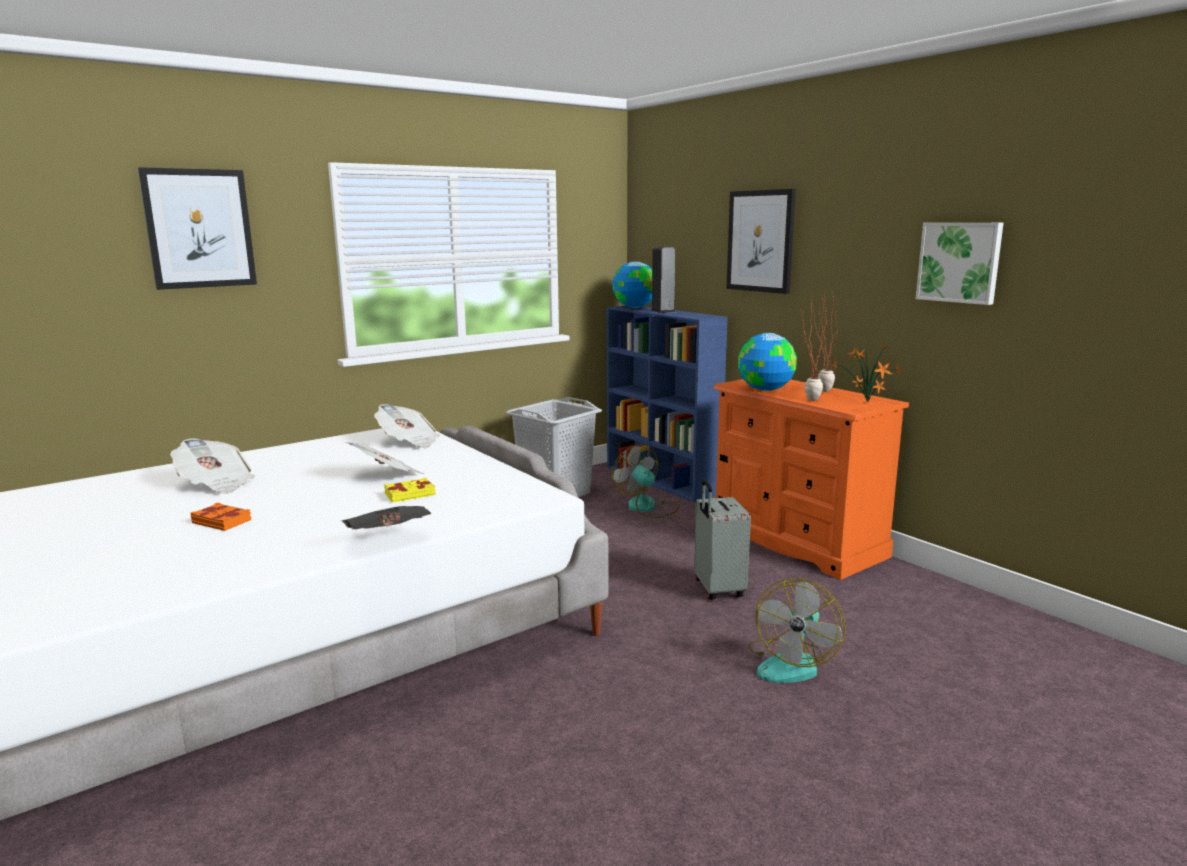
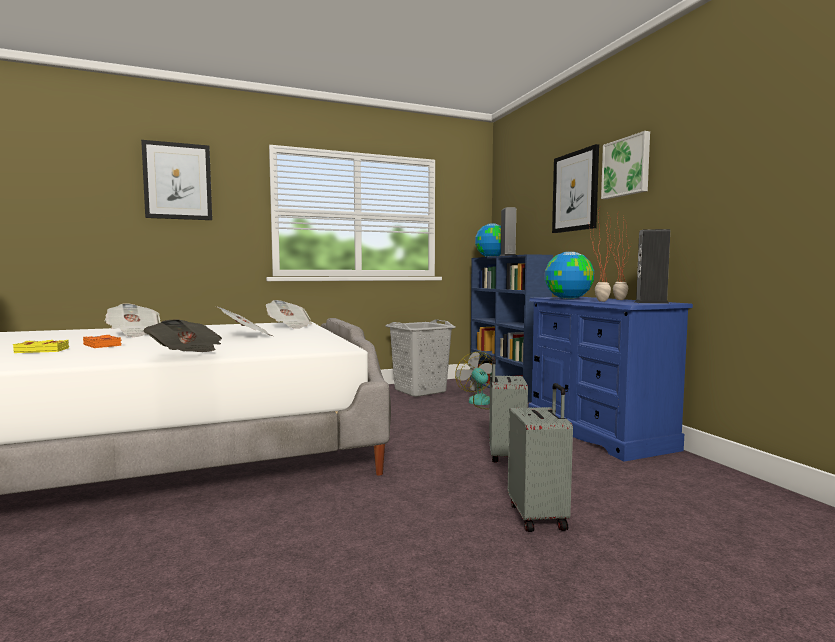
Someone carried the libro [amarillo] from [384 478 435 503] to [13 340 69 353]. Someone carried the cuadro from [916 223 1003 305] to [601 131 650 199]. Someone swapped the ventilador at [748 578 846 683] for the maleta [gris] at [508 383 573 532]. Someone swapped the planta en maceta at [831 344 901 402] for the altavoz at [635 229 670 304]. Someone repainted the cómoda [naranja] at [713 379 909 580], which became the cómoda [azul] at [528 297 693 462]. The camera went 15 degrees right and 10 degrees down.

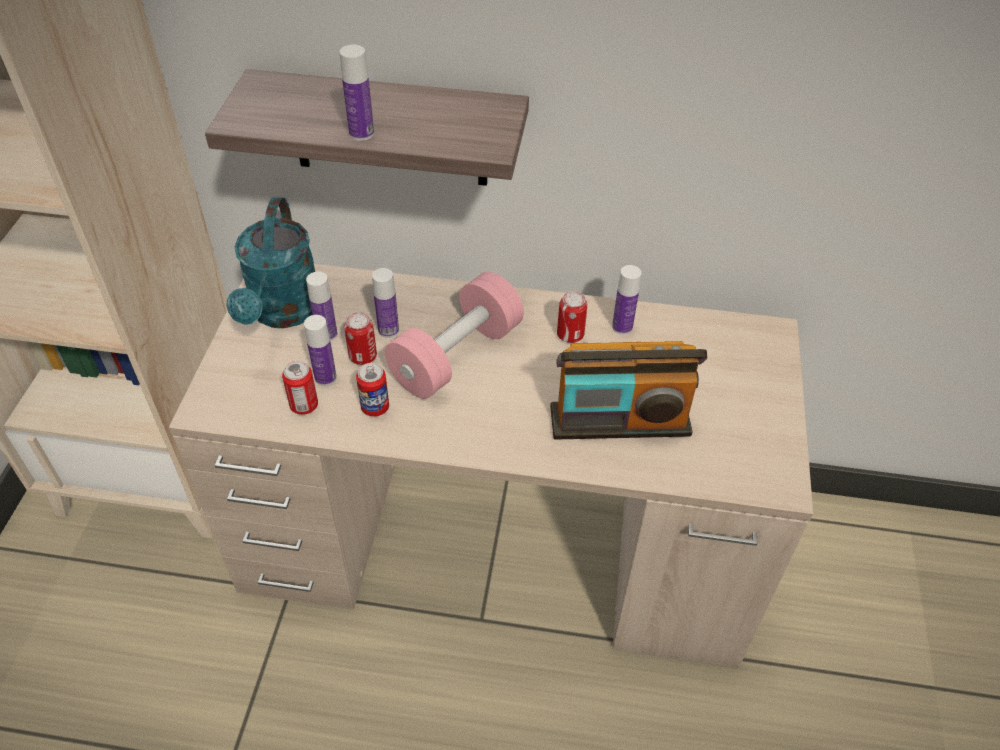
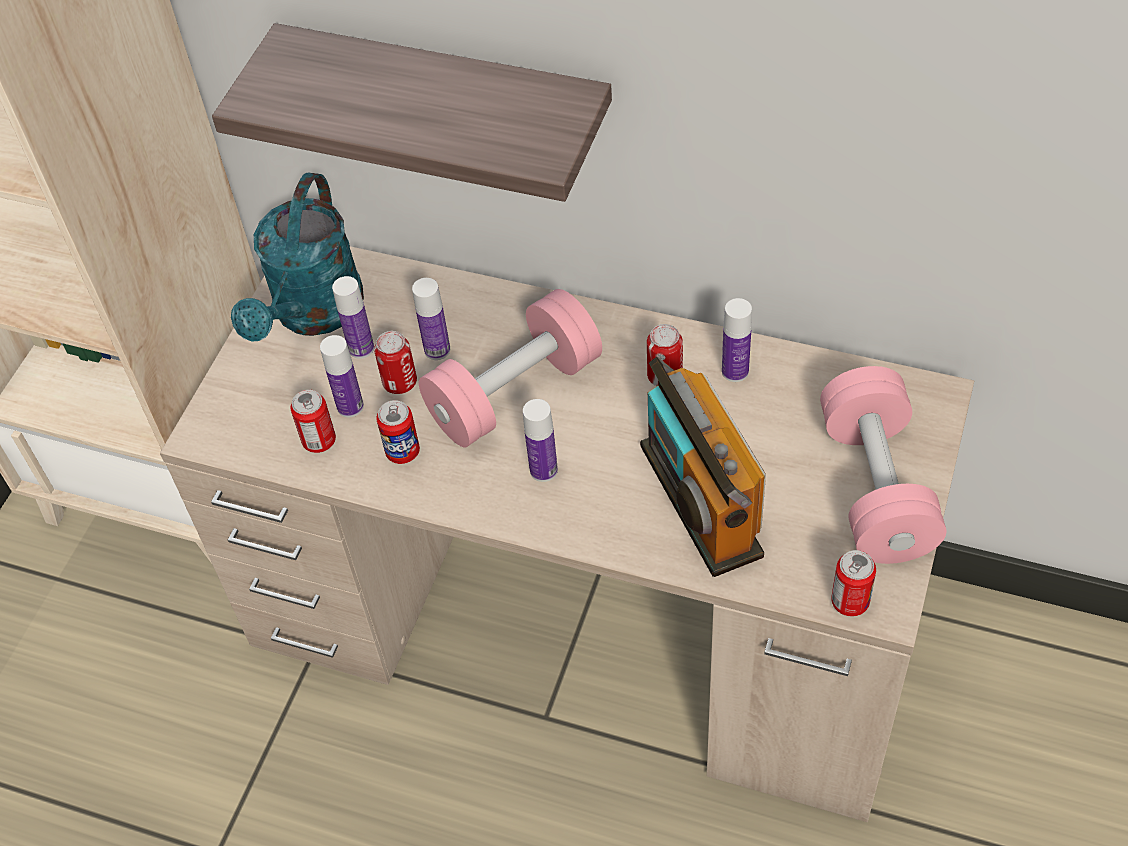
Someone put down the mancuerna [rosa] at [820 366 946 564]. Someone put down the lata at [831 550 876 616]. Someone carried the botella from [340 45 374 141] to [523 399 558 482]. Someone rotated the radio at [550 341 707 440] by 60 degrees clockwise. The camera went 15 degrees right and 5 degrees up.

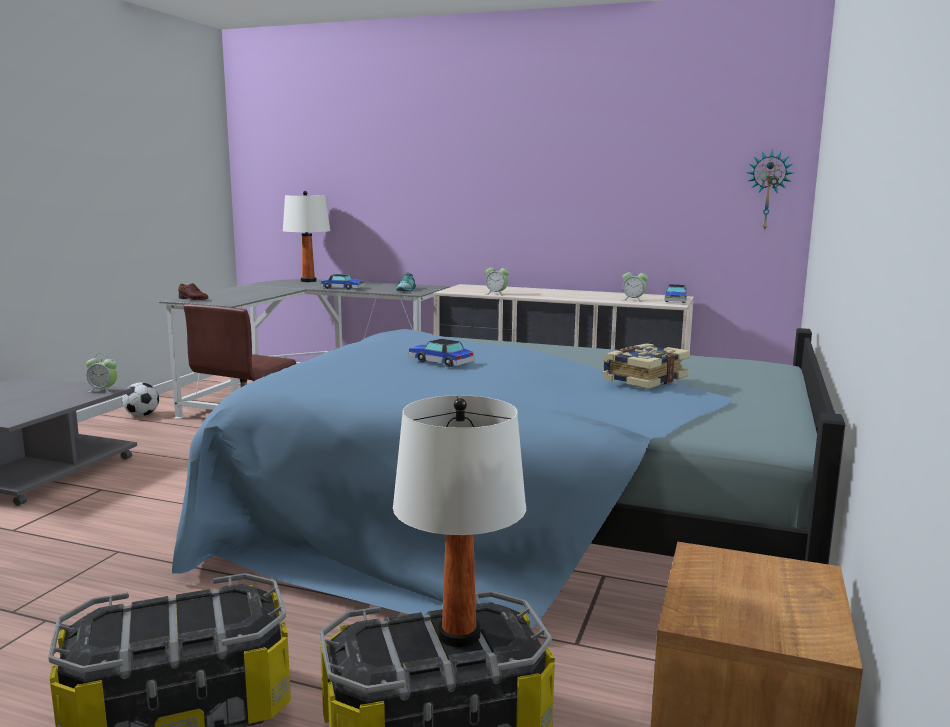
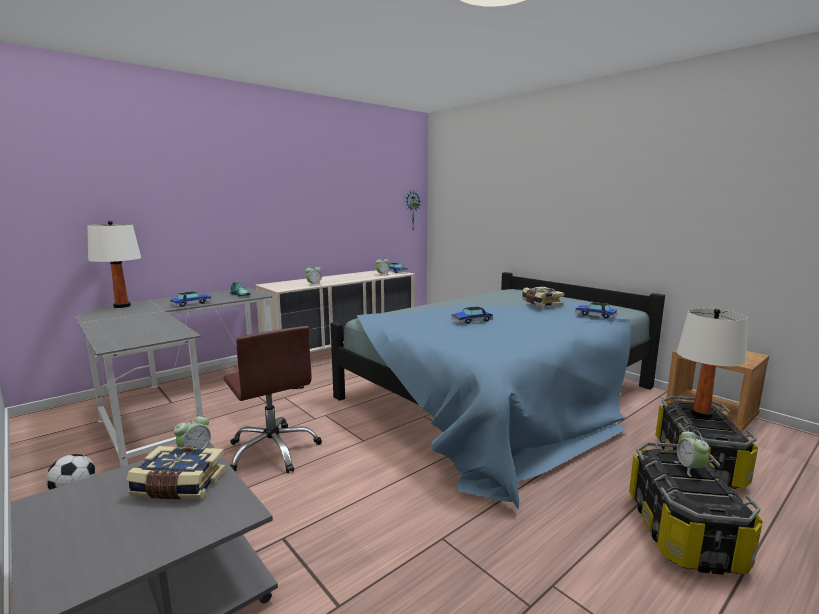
Someone took away the zapato [marrón] at [178 283 208 300]. Someone put down the libro at [126 446 226 500]. Someone put down the coche de juguete at [575 302 618 319]. Someone put down the despertador at [674 430 709 477]. The camera went 60 degrees left and 0 degrees up.

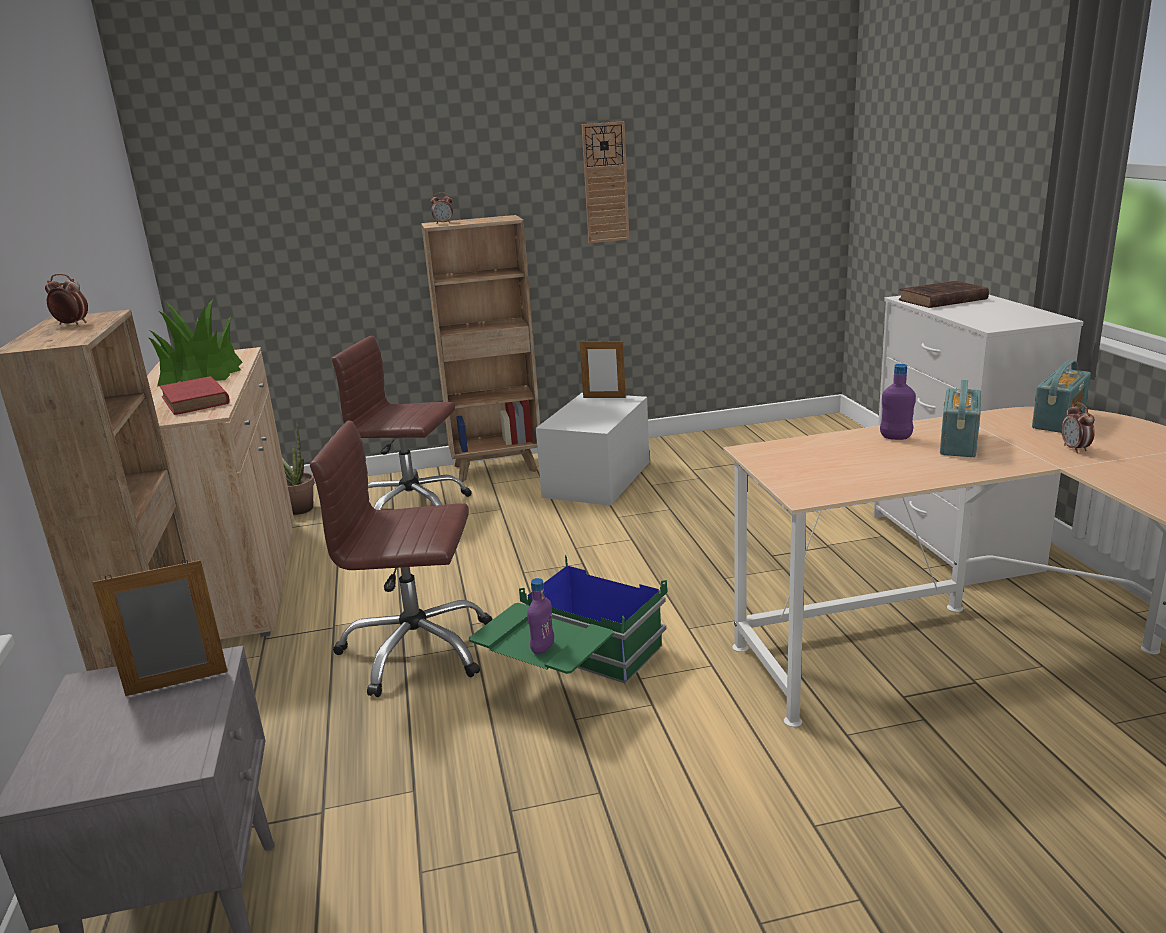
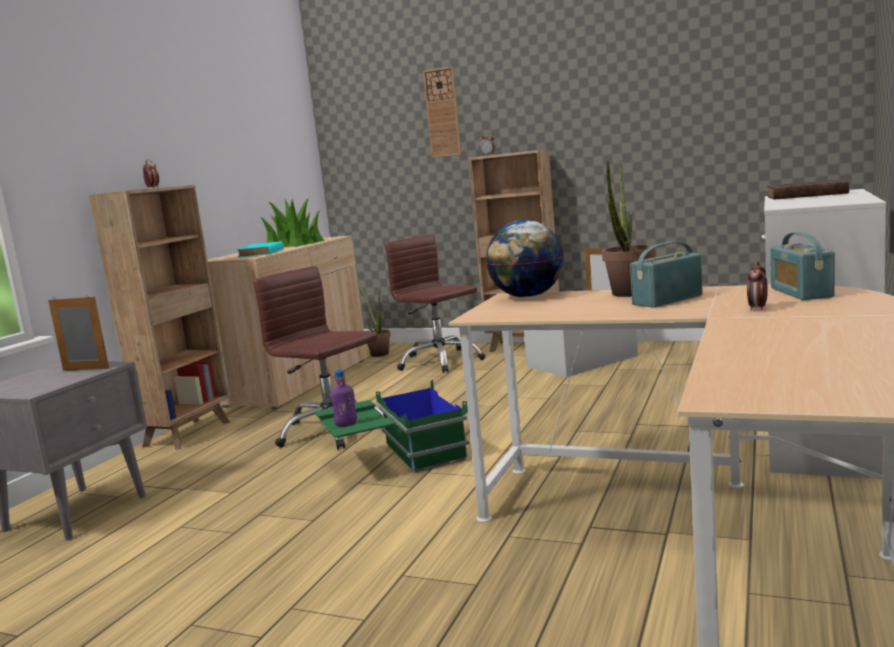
Someone put down the globo terráqueo at [486 220 564 298]. Someone carried the reloj de pared from [582 121 629 243] to [423 66 462 158]. Someone swapped the botella [morado] at [880 364 916 440] for the planta en maceta at [602 159 656 297]. Someone repainted the libro [rojo] at [160 376 230 415], which became the libro [turquesa] at [237 241 284 257]. Someone rotated the radio at [1032 360 1091 433] by 105 degrees clockwise. The camera went 35 degrees right and 10 degrees down.

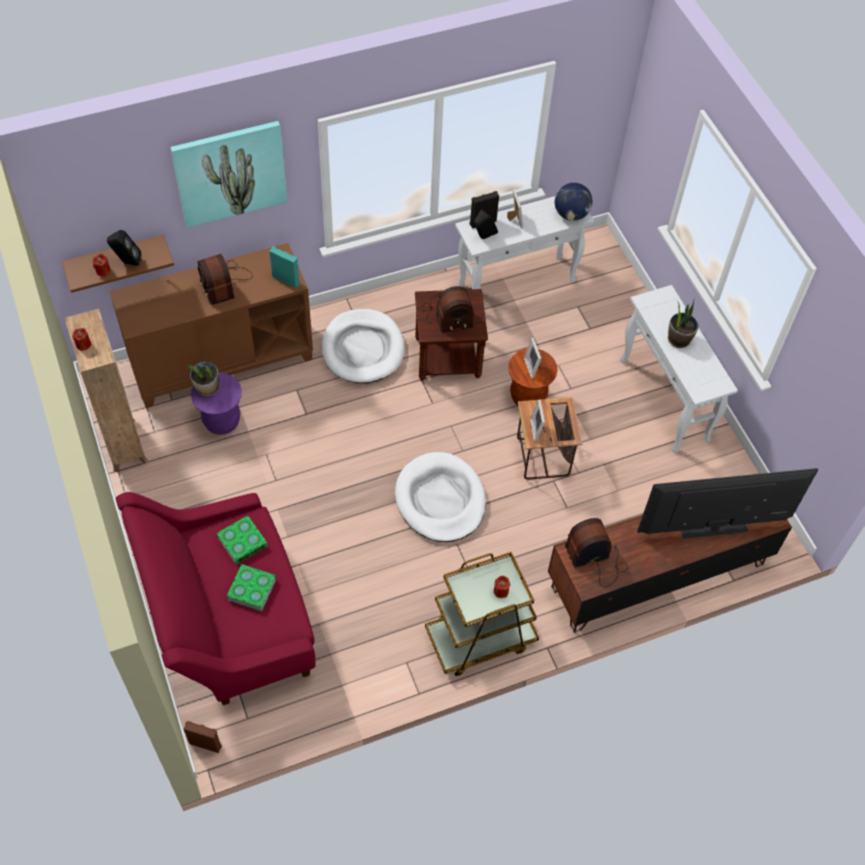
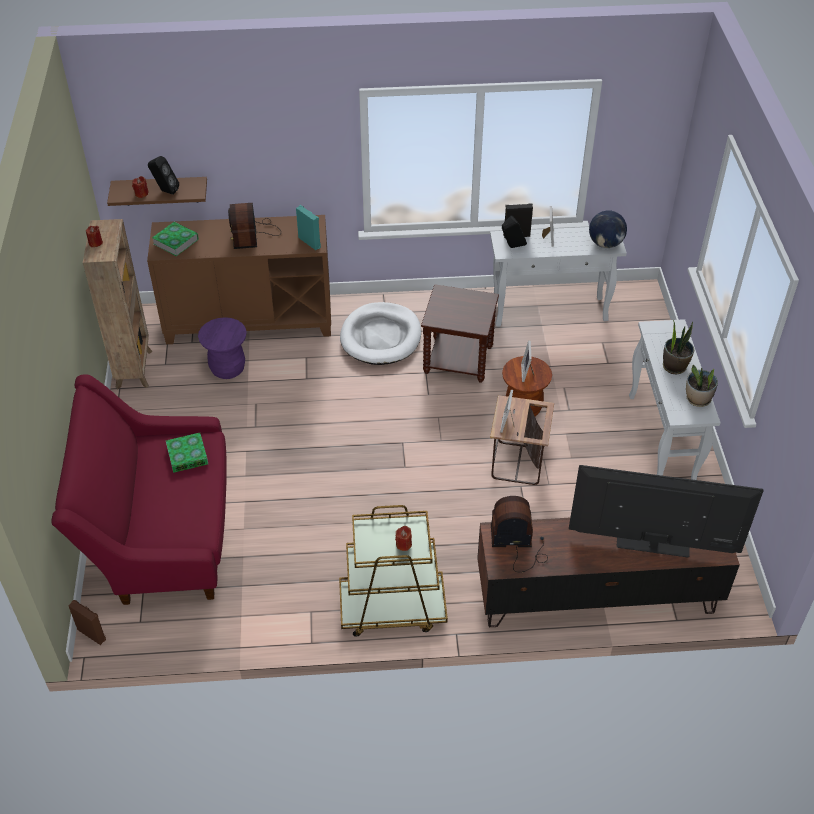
Someone took away the cuadro at [170 121 287 228]. Someone took away the cama para perro [blanco] at [395 452 486 542]. Someone took away the radio at [421 286 474 333]. Someone carried the planta en maceta from [188 362 220 396] to [686 365 718 407]. Someone carried the libro from [227 564 276 612] to [152 222 199 256]. The camera went 20 degrees right and 10 degrees down.

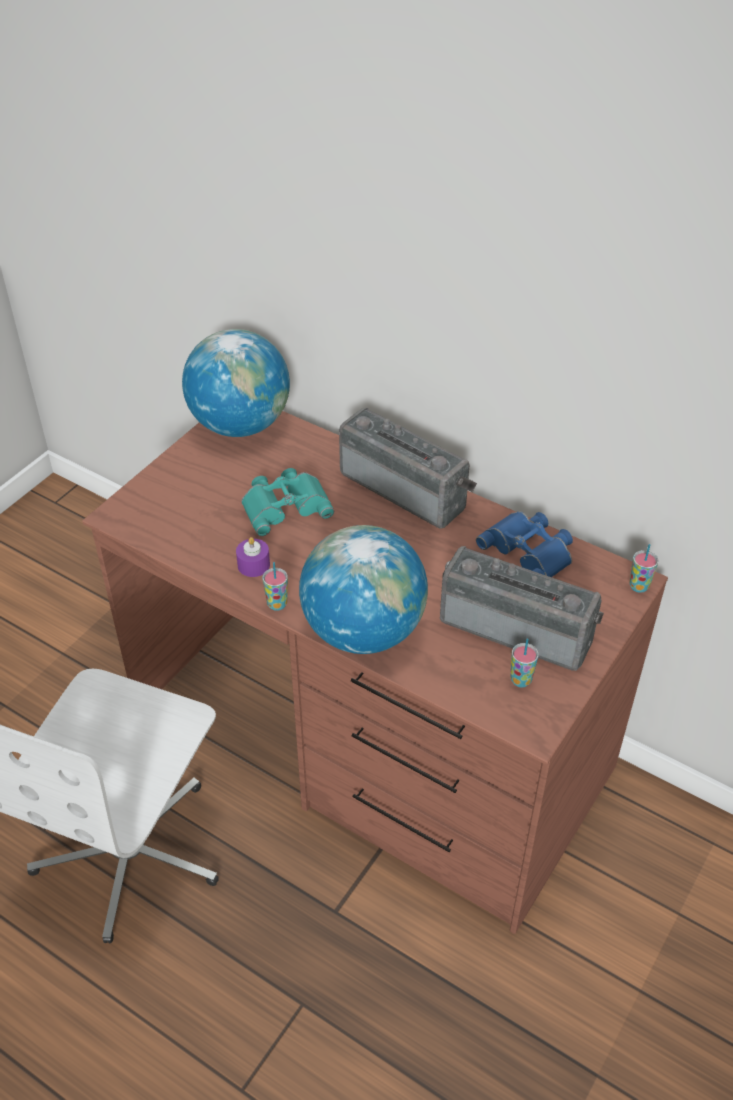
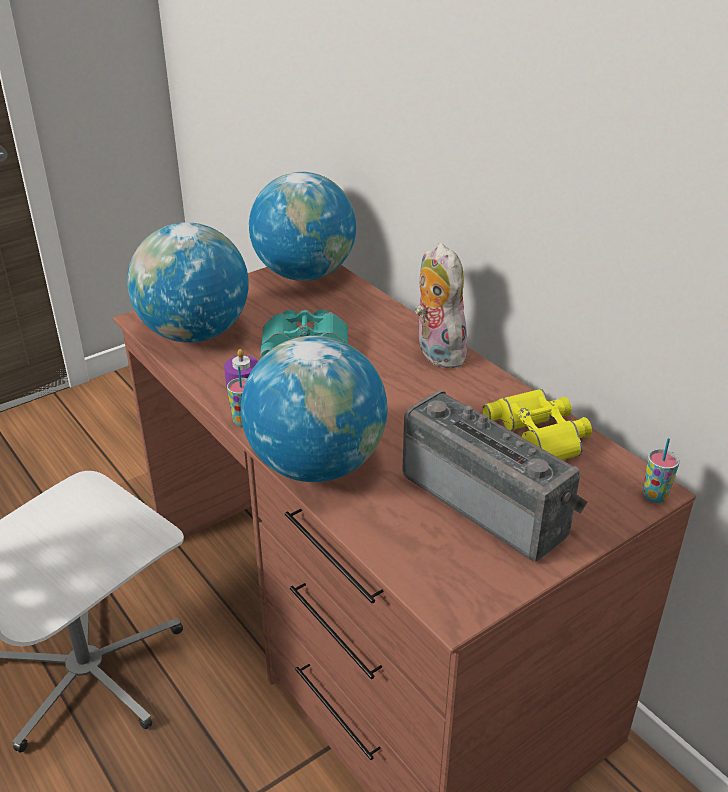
Someone took away the taza at [511 638 539 687]. Someone put down the globo terráqueo at [127 222 249 343]. Someone swapped the radio at [339 408 477 529] for the peluche at [415 243 471 368]. Someone repainted the prismáticos [azul] at [476 511 573 577], which became the prismáticos [amarillo] at [482 389 592 460]. The camera went 20 degrees right and 10 degrees down.

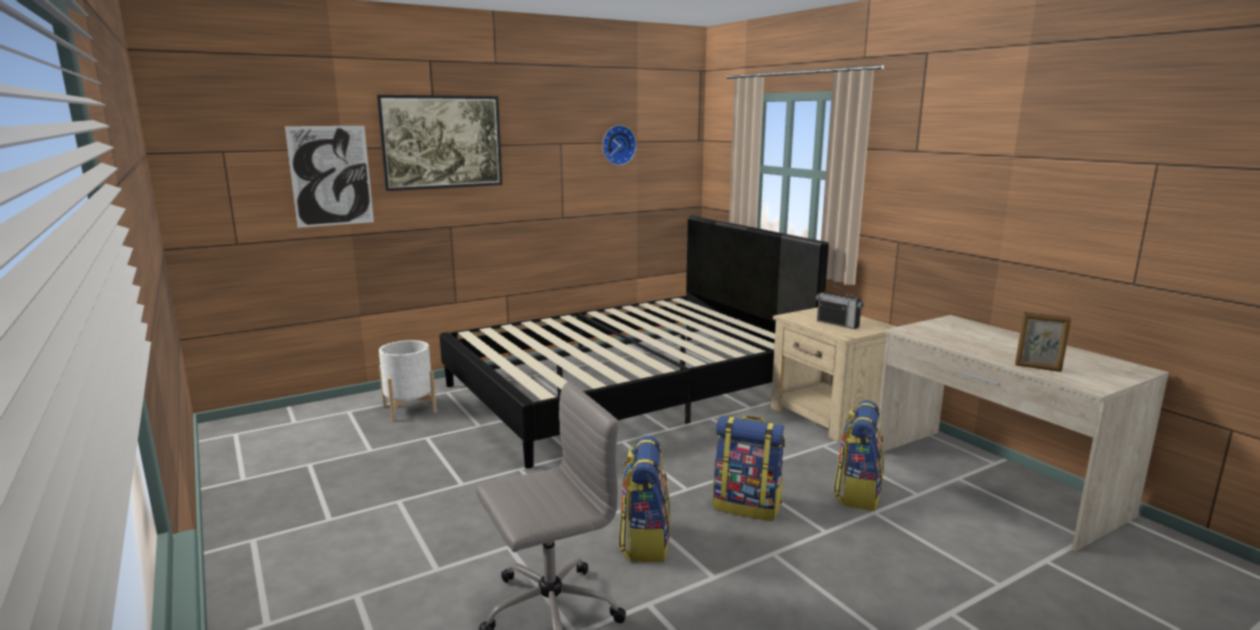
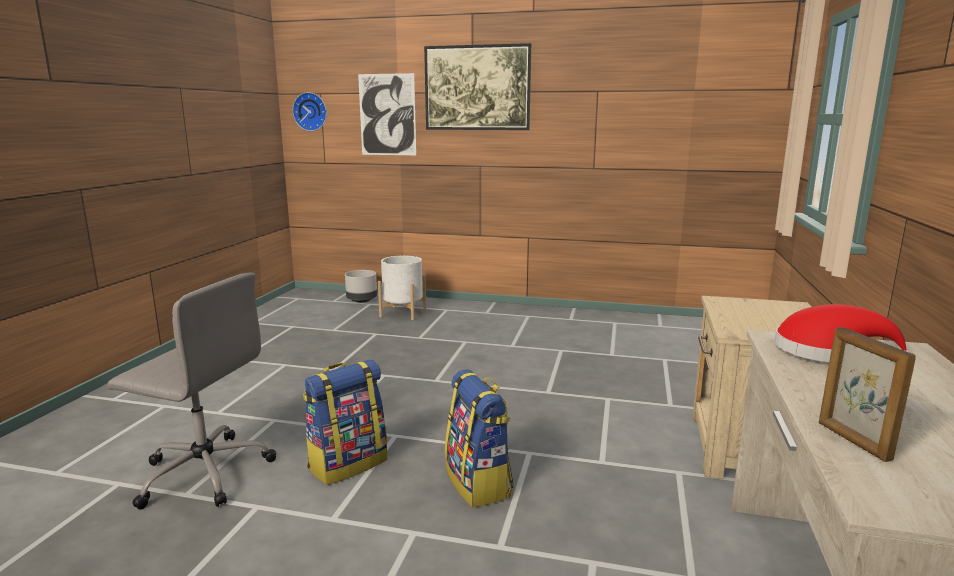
Someone took away the cama [negro] at [440 215 829 468]. Someone took away the radio at [816 281 864 329]. Someone took away the mochila at [833 400 884 511]. Someone put down the maceta [gris] at [345 270 377 302]. Someone put down the sombrero [rojo] at [774 304 911 362]. Someone carried the reloj de pared from [602 125 637 166] to [293 92 327 131]. The camera went 45 degrees right and 0 degrees up.

